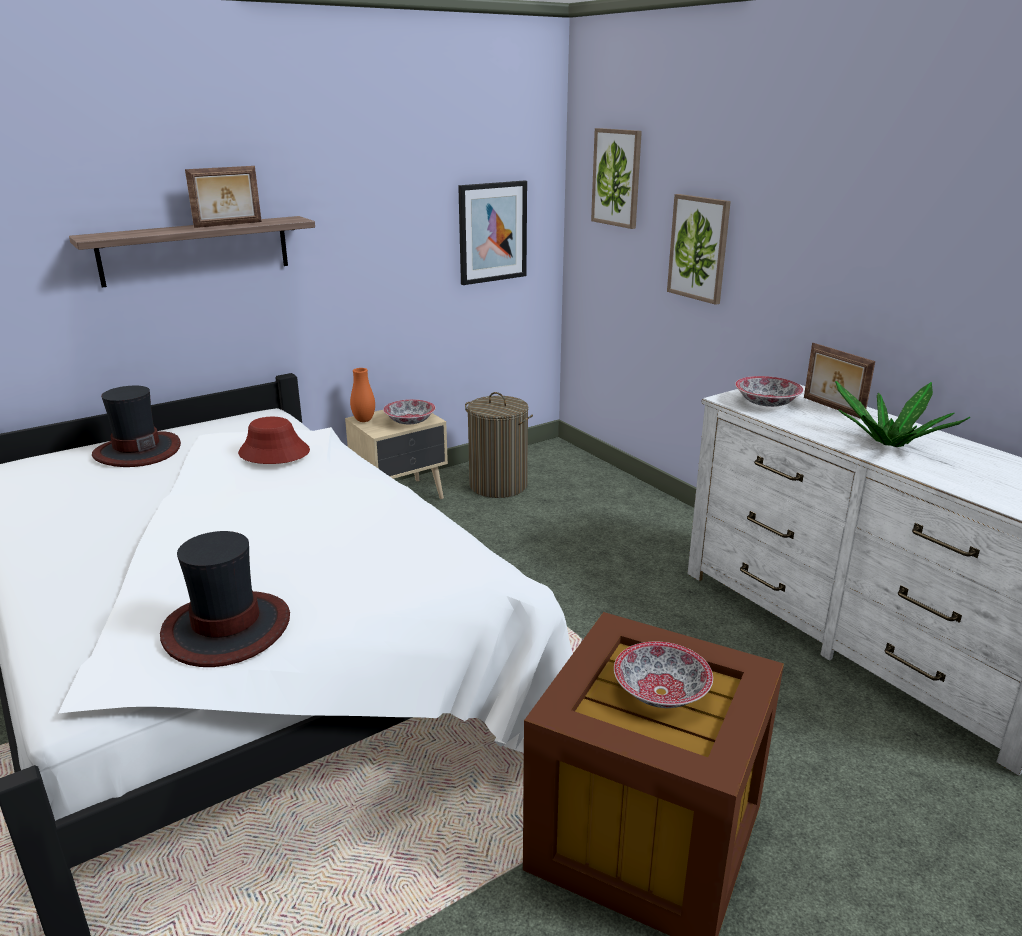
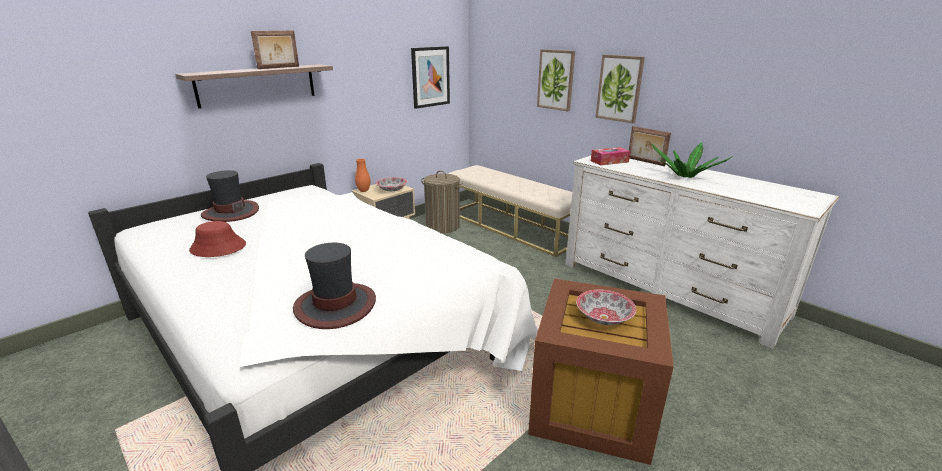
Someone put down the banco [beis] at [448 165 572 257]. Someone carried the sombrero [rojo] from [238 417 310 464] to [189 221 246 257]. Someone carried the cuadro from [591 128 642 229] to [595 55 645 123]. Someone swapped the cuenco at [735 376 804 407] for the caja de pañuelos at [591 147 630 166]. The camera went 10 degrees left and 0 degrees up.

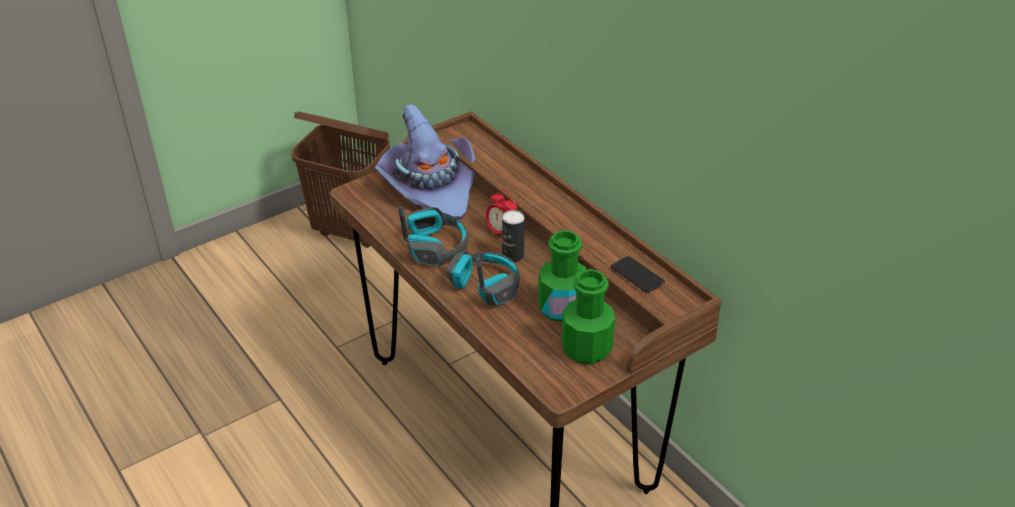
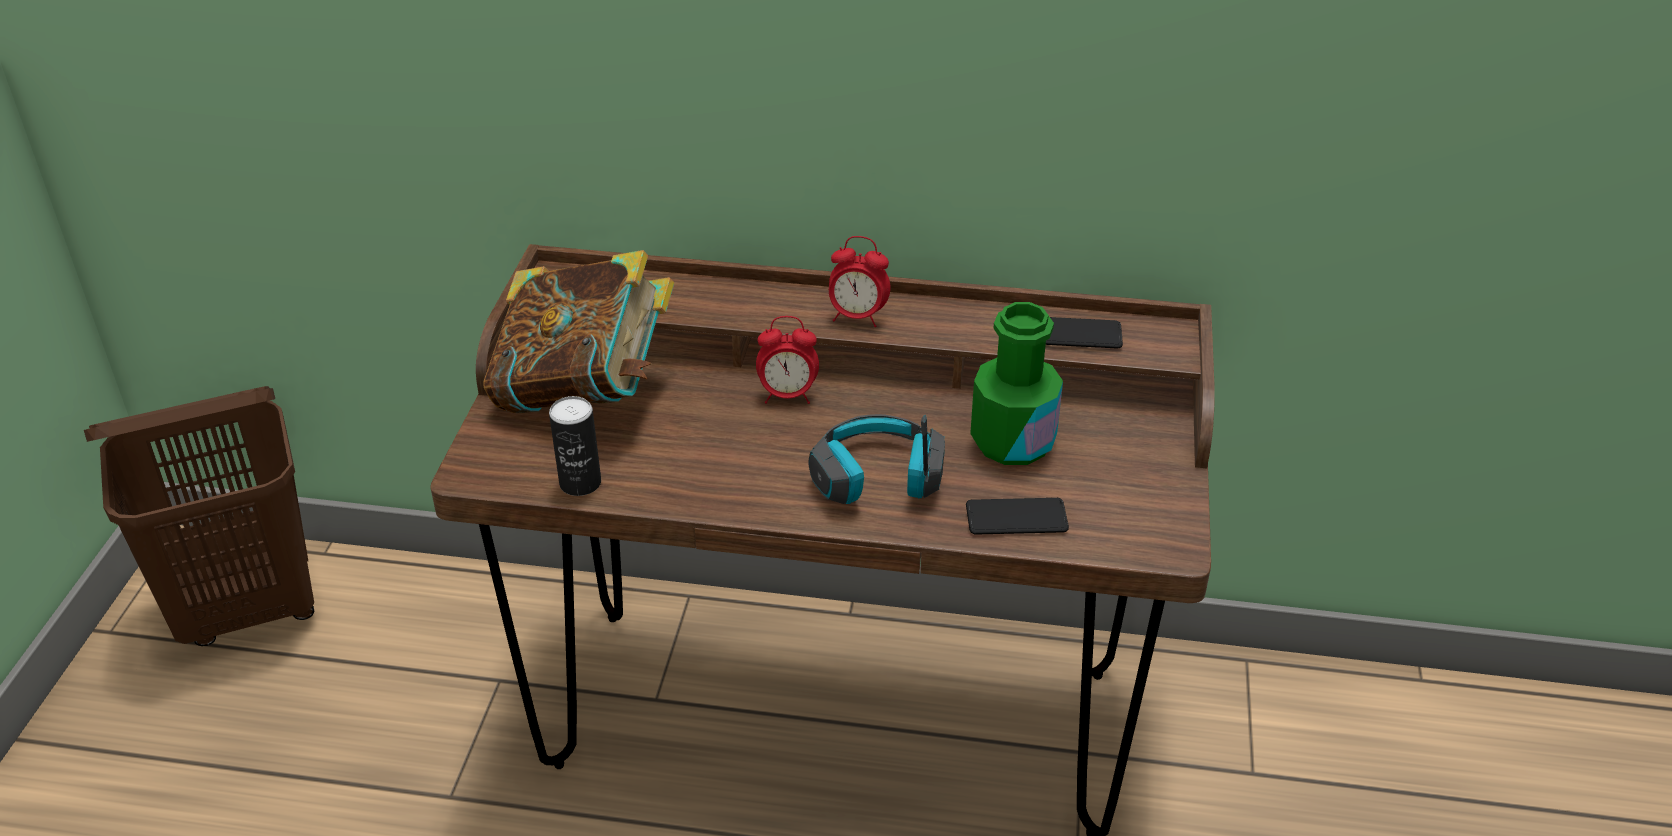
Someone took away the auriculares at [398 207 468 267]. Someone took away the botella [verde] at [561 269 615 364]. Someone put down the despertador at [829 236 891 327]. Someone put down the móvil at [966 498 1069 535]. Someone carried the lata from [502 210 525 262] to [549 396 601 496]. Someone swapped the sombrero [morado] at [374 104 475 220] for the libro at [483 250 675 413]. The camera went 45 degrees left and 0 degrees up.

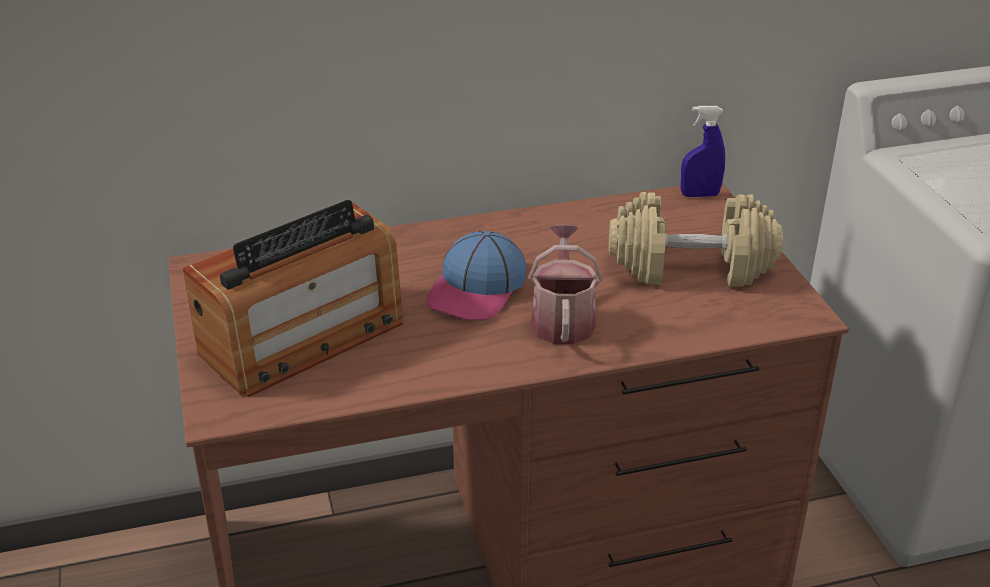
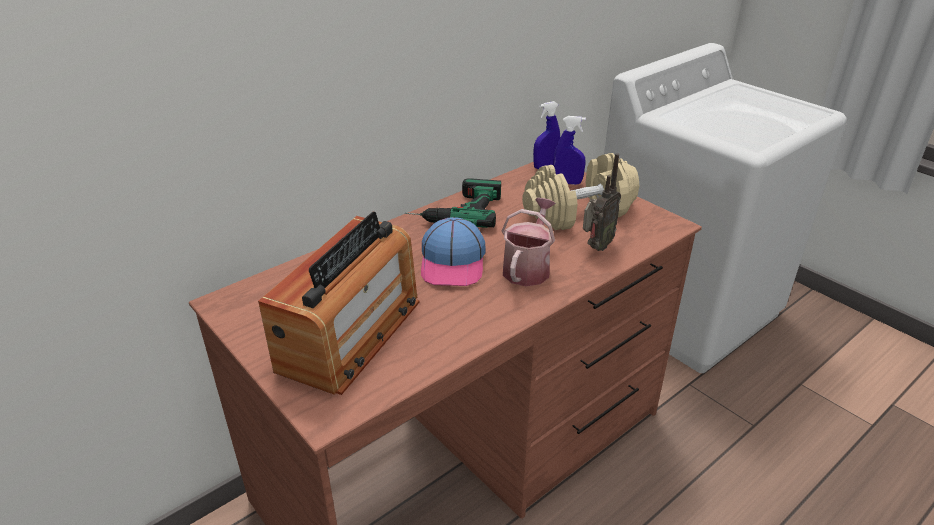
Someone put down the taladro at [405 178 501 228]. Someone put down the pulverizador [azul] at [553 116 586 185]. Someone put down the radio at [583 153 621 251]. Someone rotated the regadera at [529 224 602 344] by 45 degrees clockwise. The camera went 25 degrees left and 0 degrees up.

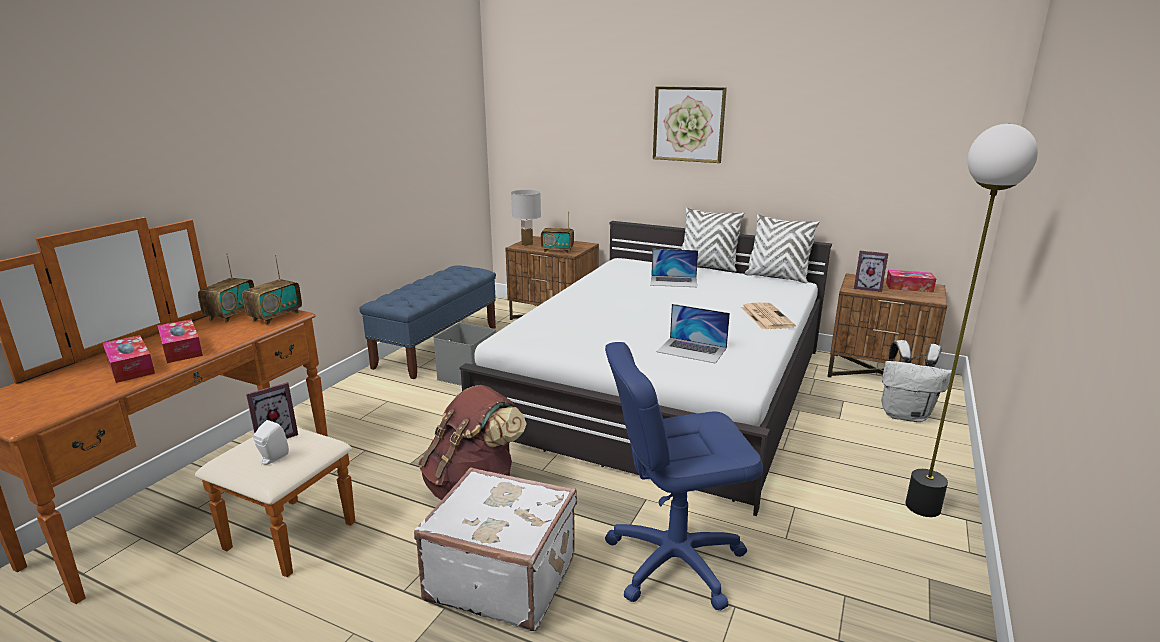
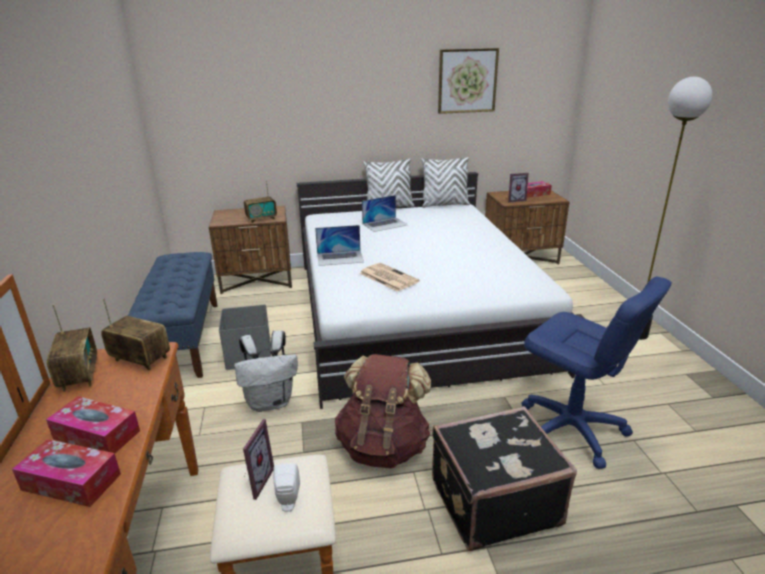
Someone took away the lámpara de mesa [blanco] at [511 190 541 246]. Someone carried the cuadro from [653 86 727 163] to [438 48 499 114]. Someone carried the portátil from [657 304 730 364] to [315 225 364 266]. Someone carried the periódico from [741 302 796 329] to [359 263 420 292]. Someone carried the mochila [blanco] from [881 340 952 422] to [234 330 298 412]. Someone repainted the maleta [blanco] at [414 467 577 631], which became the maleta [negro] at [432 406 577 551]. Someone rotated the radio at [242 255 302 325] by 60 degrees counterclockwise. Someone rotated the silla de oficina [azul] at [605 342 763 611] by 90 degrees counterclockwise. The camera went 35 degrees left and 5 degrees up.

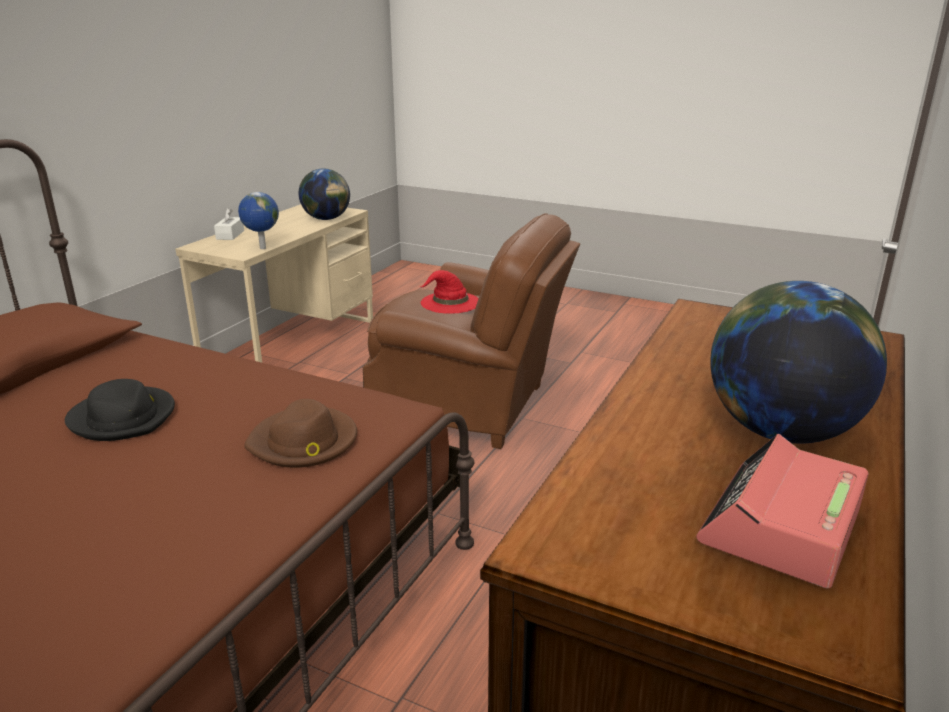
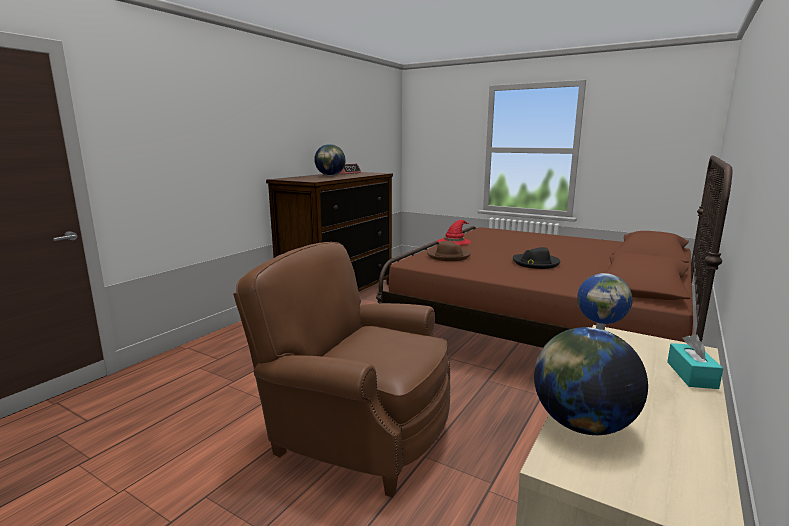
Someone carried the sombrero [rojo] from [421 270 479 314] to [437 220 471 245]. Someone repainted the caja de pañuelos [blanco] at [214 208 244 240], which became the caja de pañuelos [turquesa] at [667 334 723 389]. The camera went 175 degrees left and 10 degrees down.

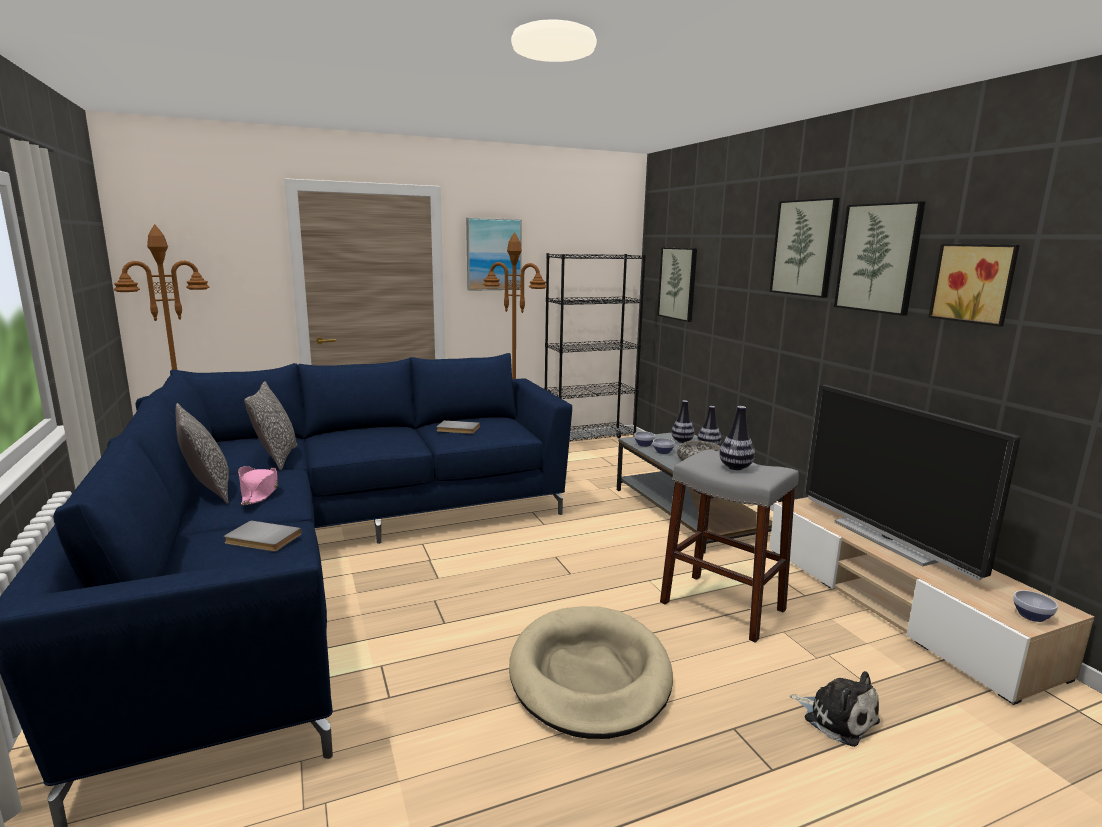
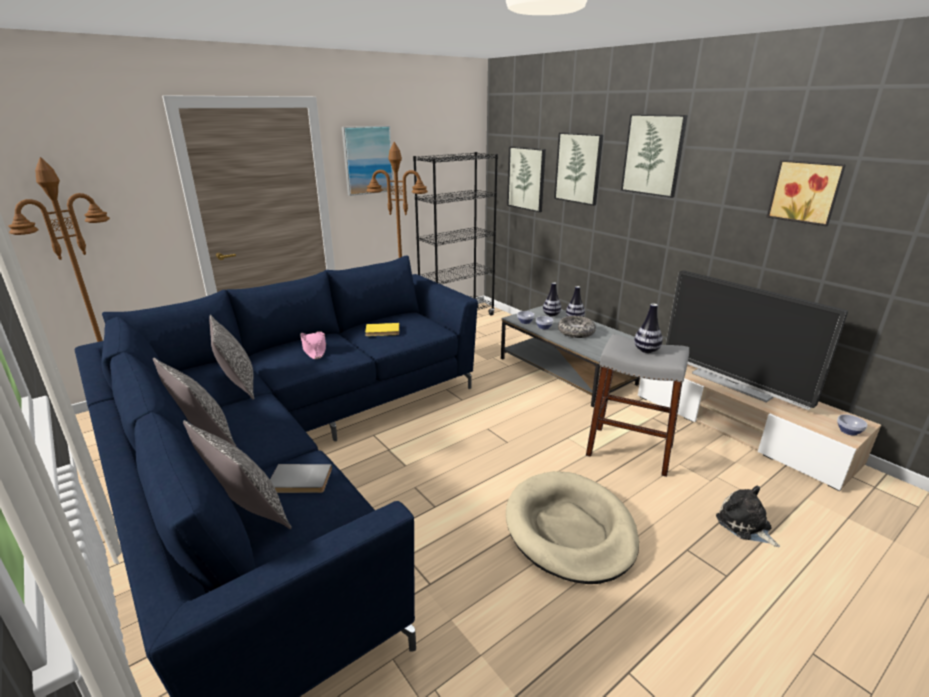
Someone put down the cojín at [183 420 292 529]. Someone carried the sombrero [rosa] from [238 466 278 505] to [300 331 326 359]. Someone carried the cuadro from [834 201 925 316] to [554 132 603 206]. Someone repainted the libro [gris] at [436 420 480 434], which became the libro [amarillo] at [365 323 400 336]. Someone rotated the peluche at [790 671 880 747] by 150 degrees counterclockwise. The camera went 15 degrees left and 10 degrees up.

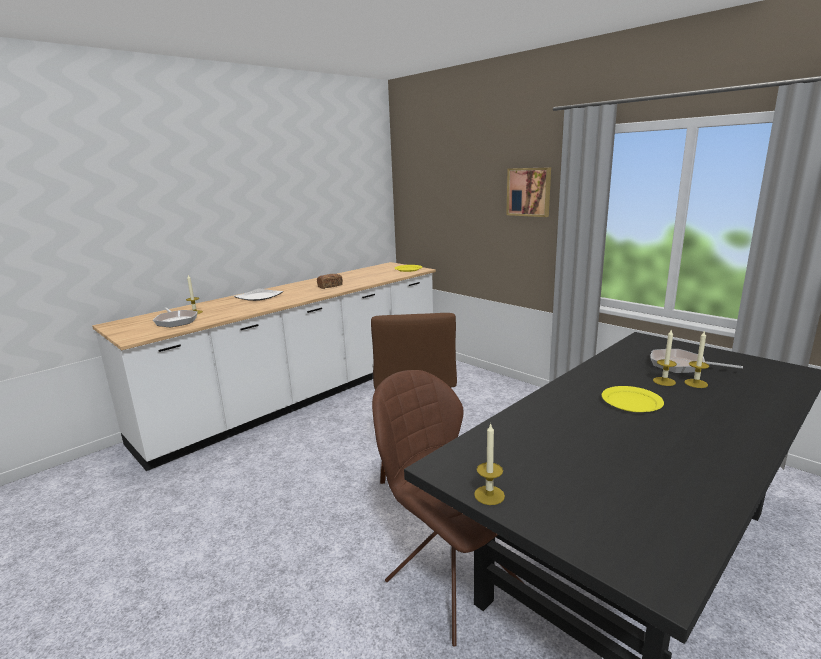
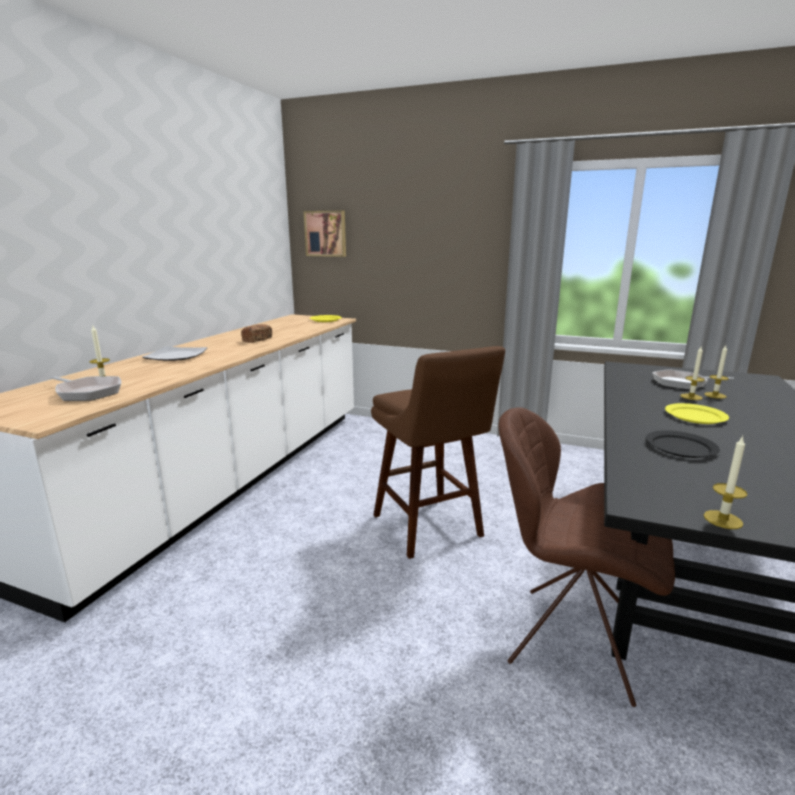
Someone put down the plato [negro] at [646 430 720 458]. Someone carried the cuadro from [506 167 551 217] to [304 211 346 257]. The camera went 25 degrees left and 0 degrees up.

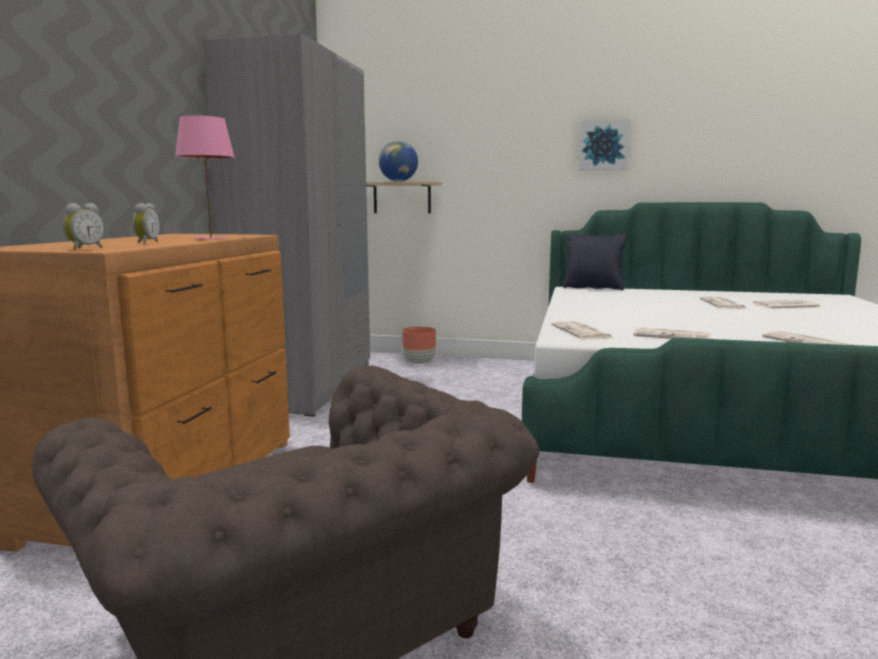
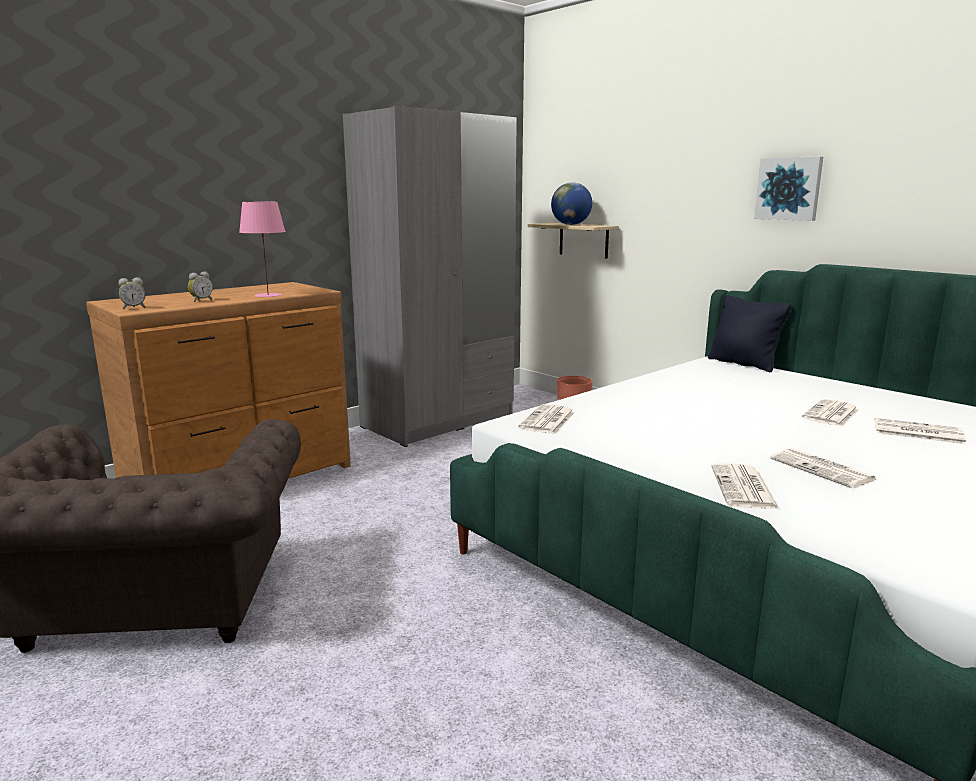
Someone carried the periódico from [633 327 711 339] to [770 448 876 488]. The camera went 35 degrees right and 5 degrees up.

